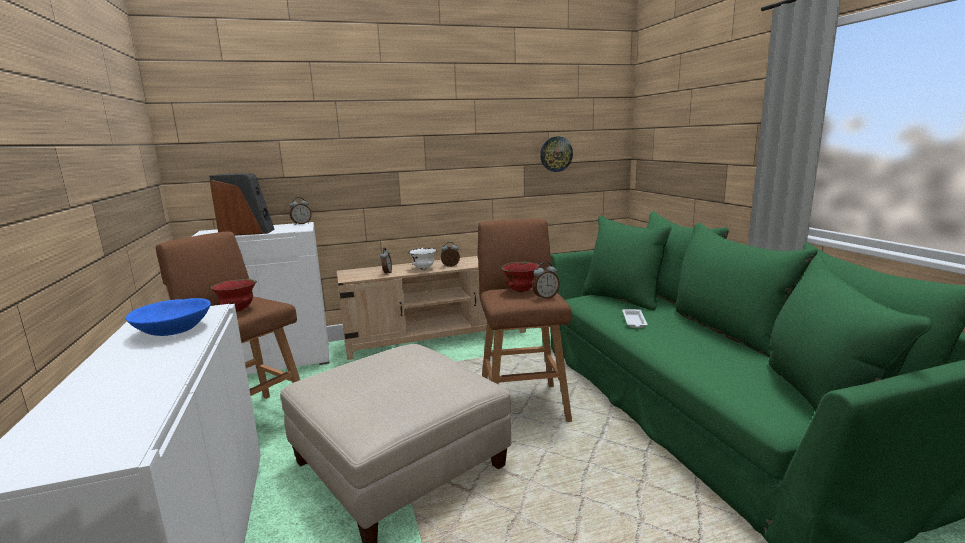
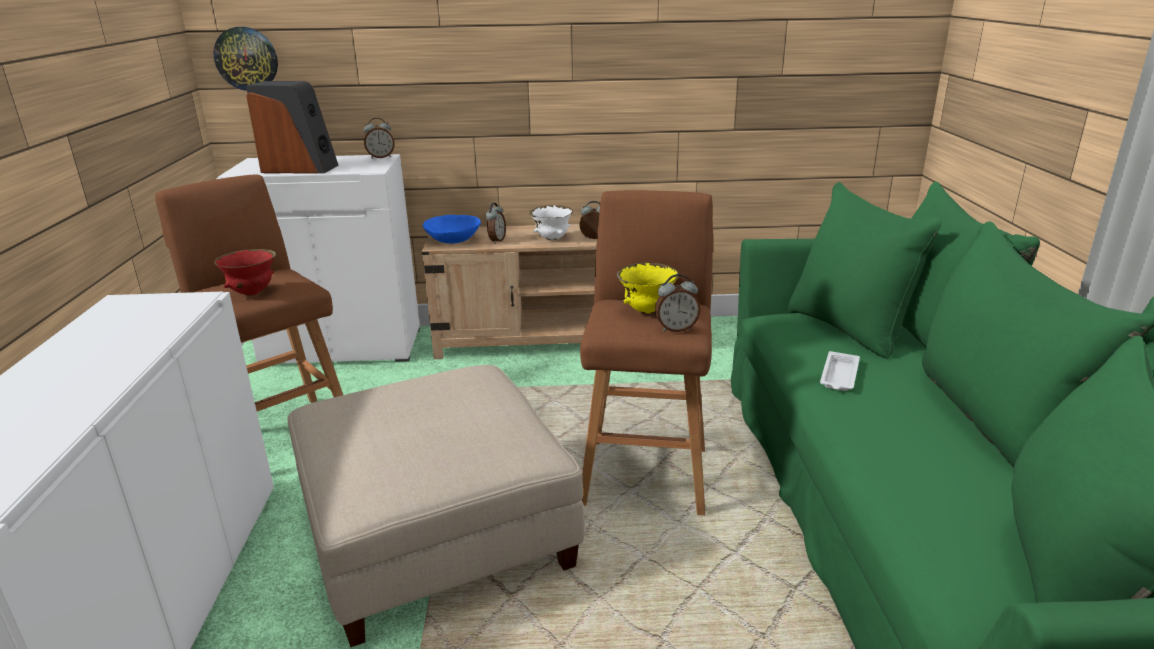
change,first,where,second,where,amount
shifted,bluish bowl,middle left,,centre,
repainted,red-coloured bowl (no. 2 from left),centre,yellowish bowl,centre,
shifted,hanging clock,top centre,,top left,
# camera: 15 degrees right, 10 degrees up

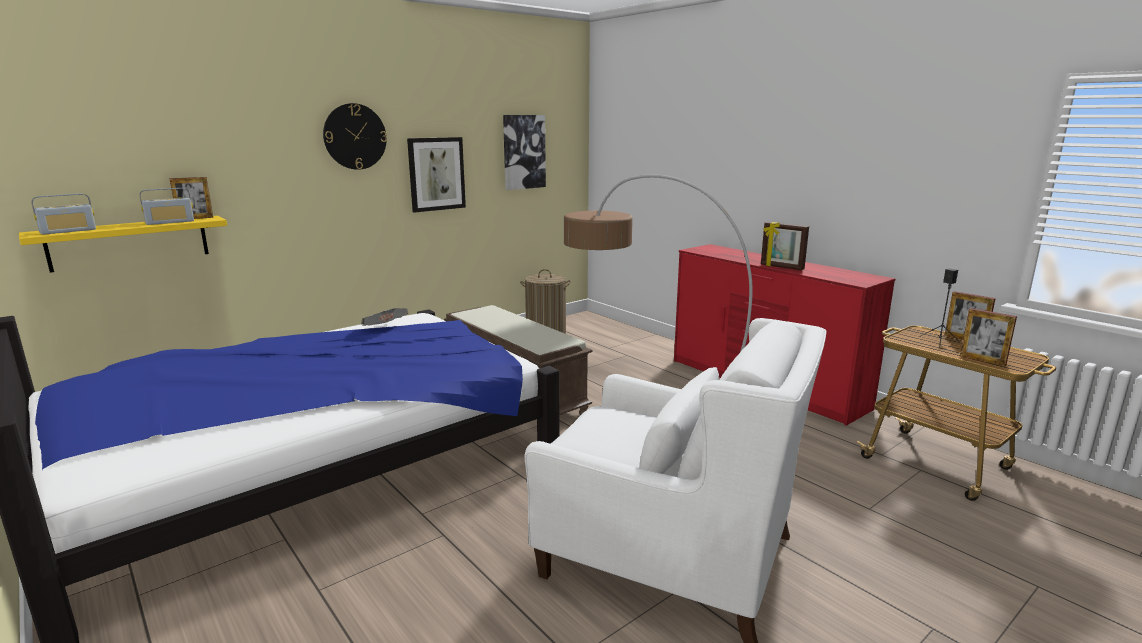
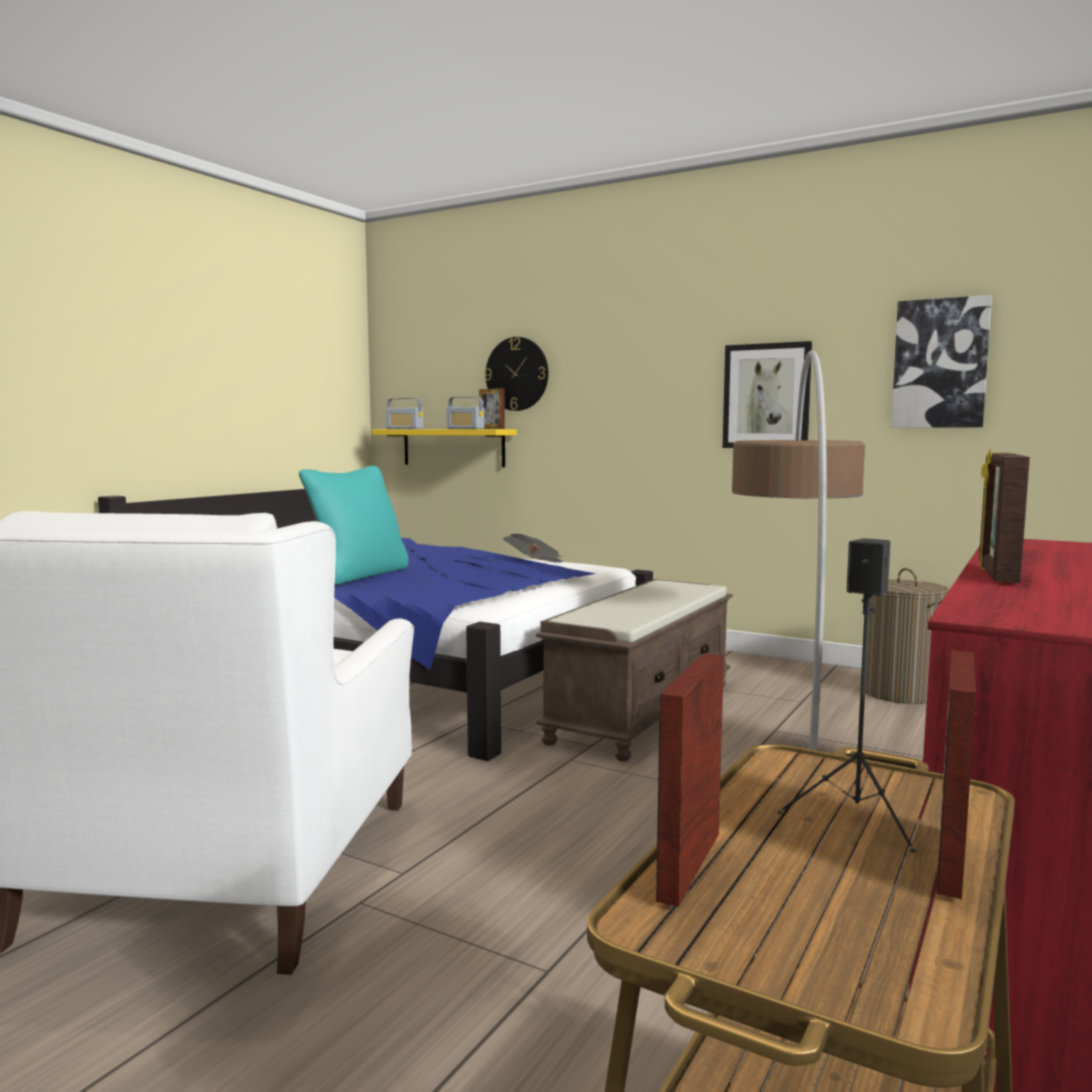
change,first,where,second,where,amount
shifted,hanging clock,top left,,centre,
new,,,turquoise-coloured throw pillow,middle left,
# camera: 70 degrees right, 10 degrees down

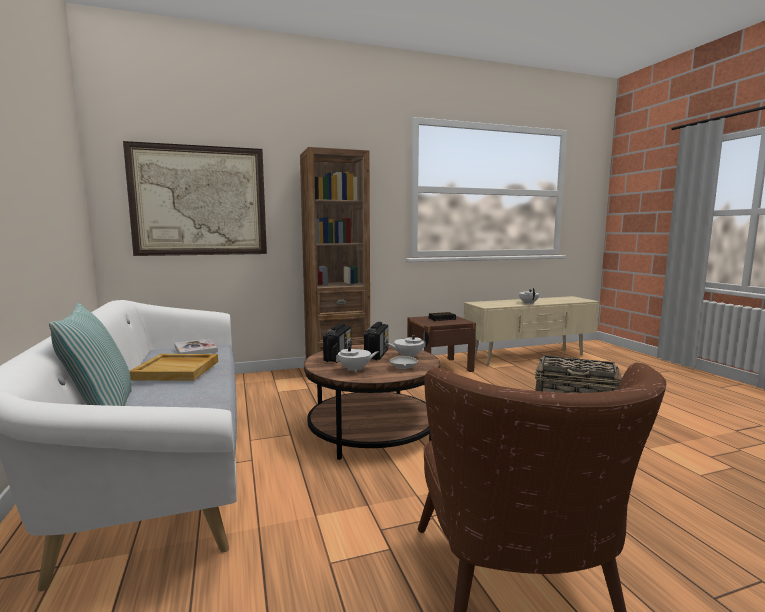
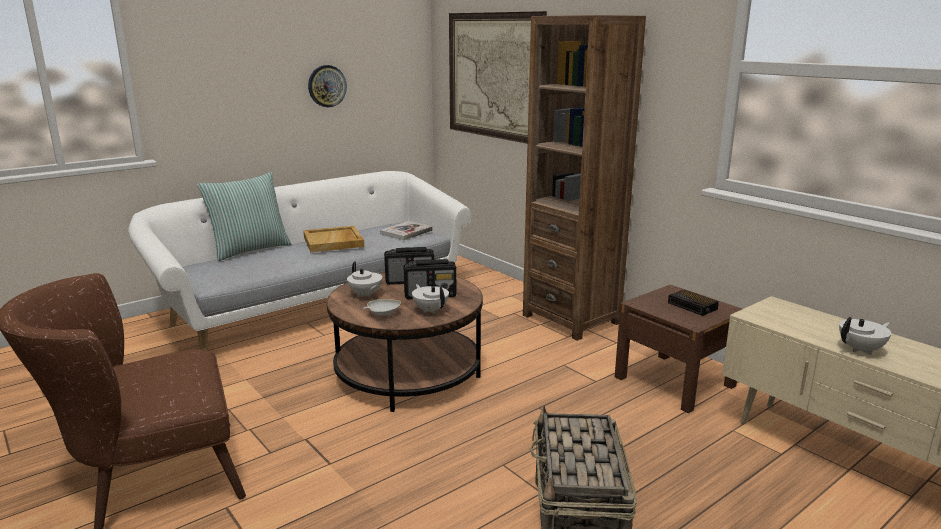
change,first,where,second,where,amount
new,,,hanging clock,top centre,
# camera: 70 degrees right, 10 degrees up

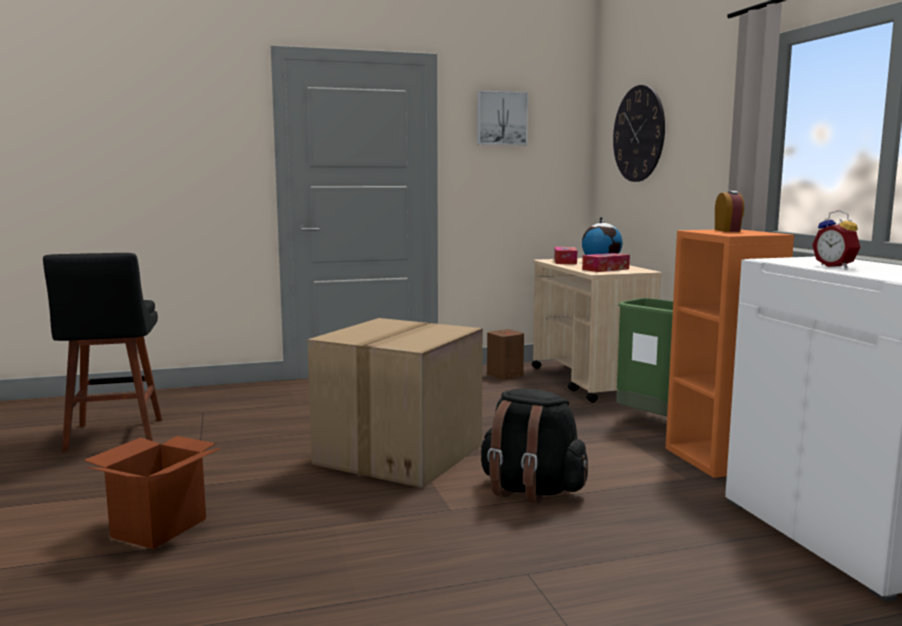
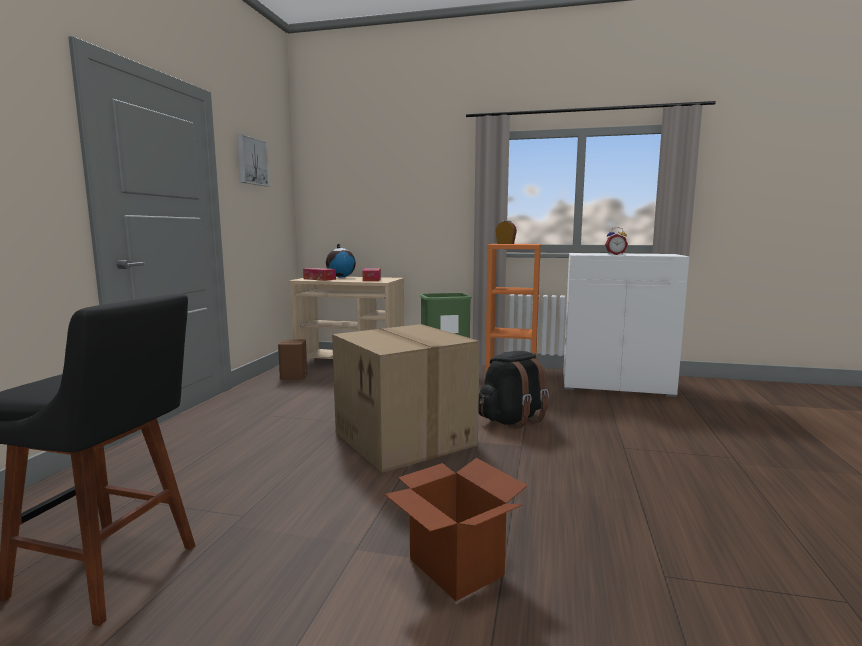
change,first,where,second,where,amount
gone,hanging clock,top right,,,
# camera: 60 degrees left, 0 degrees up

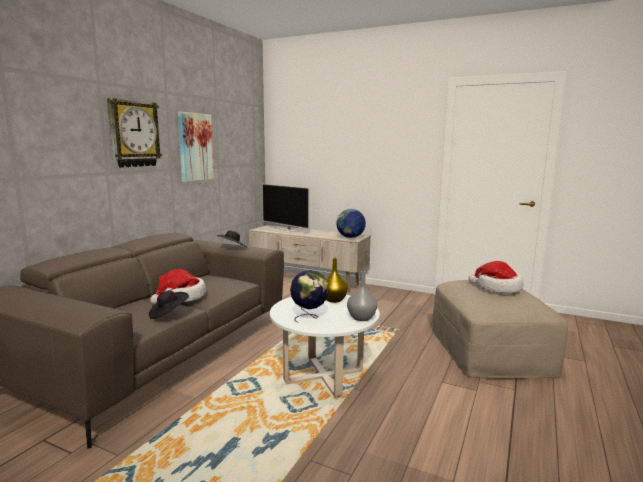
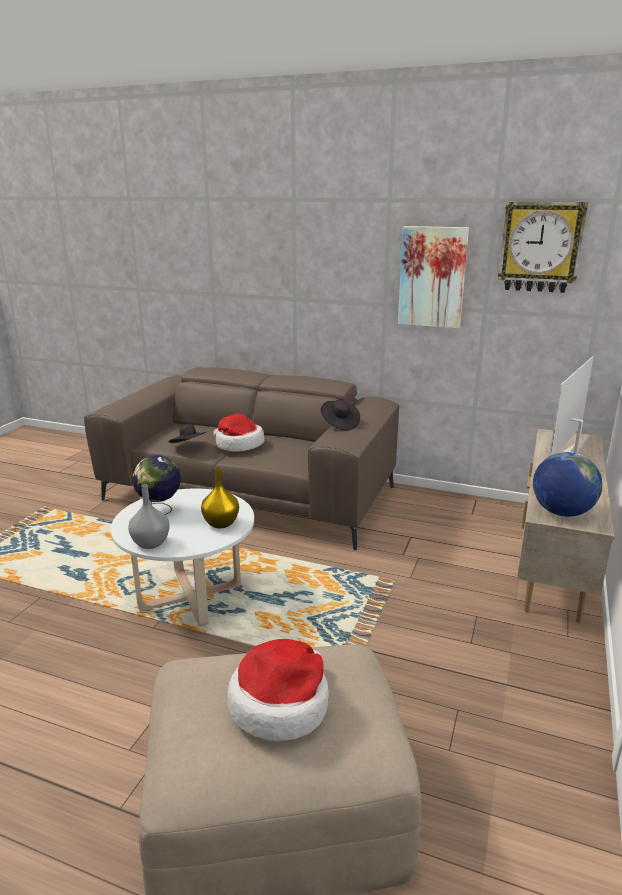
change,first,where,second,where,amount
shifted,hanging clock,top left,,top right,
# camera: 85 degrees right, 10 degrees up

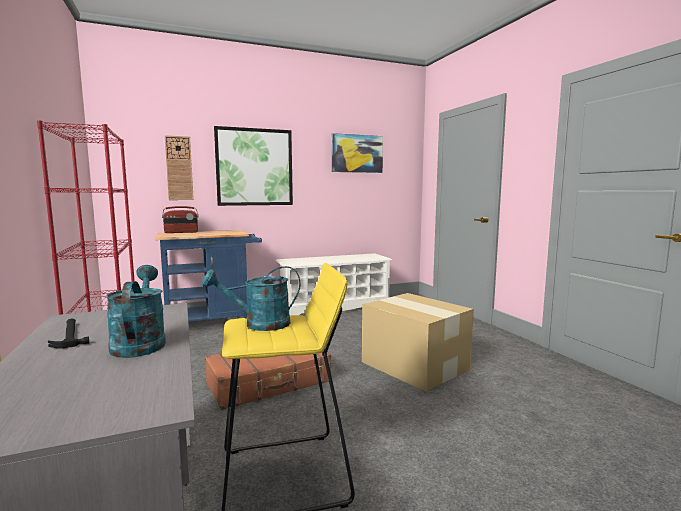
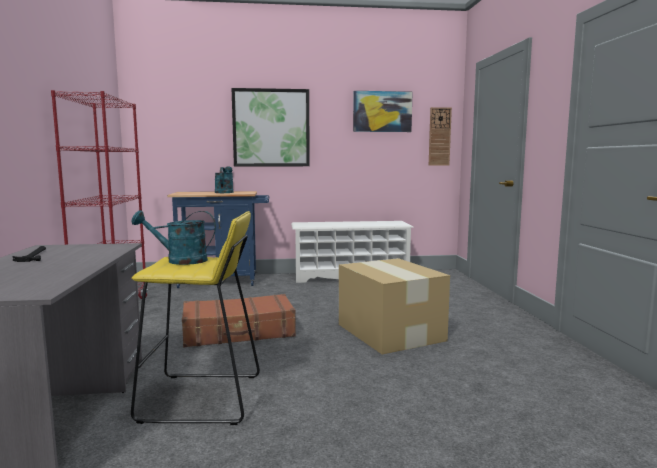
change,first,where,second,where,amount
shifted,turquoise-coloured sprinkling can (no. 1 from left in the first image),middle left,turquoise-coloured sprinkling can (no. 2 from left),centre,
gone,radio receiver,middle left,,,
shifted,hanging clock,top left,,top right,
# camera: 15 degrees right, 0 degrees up

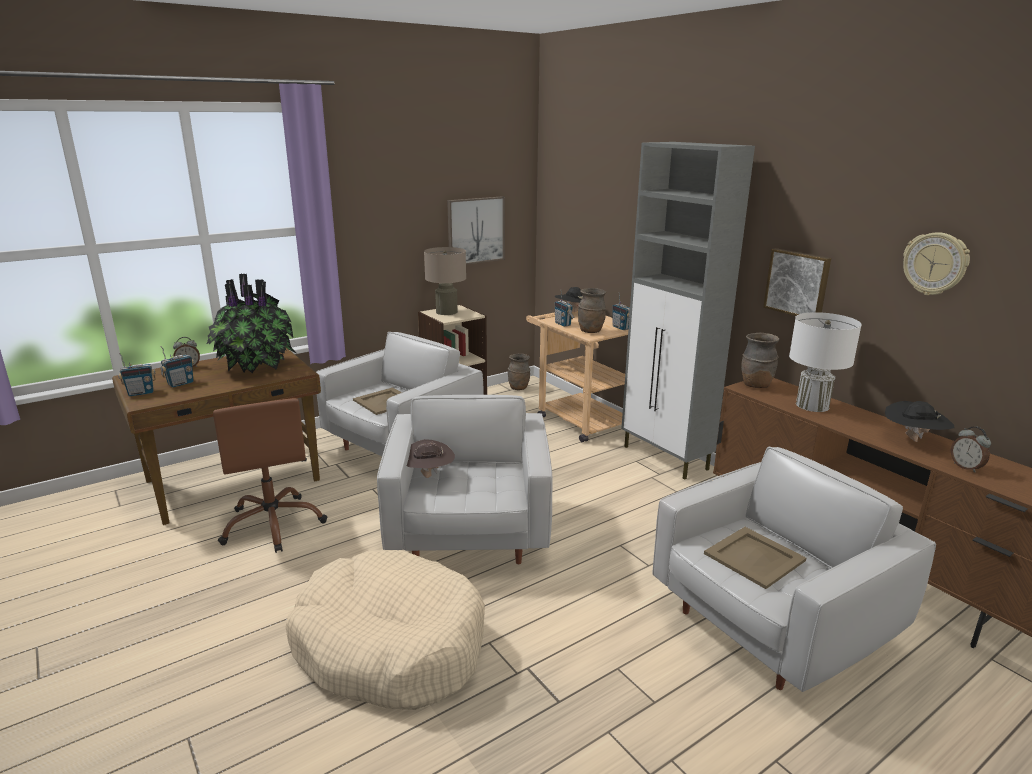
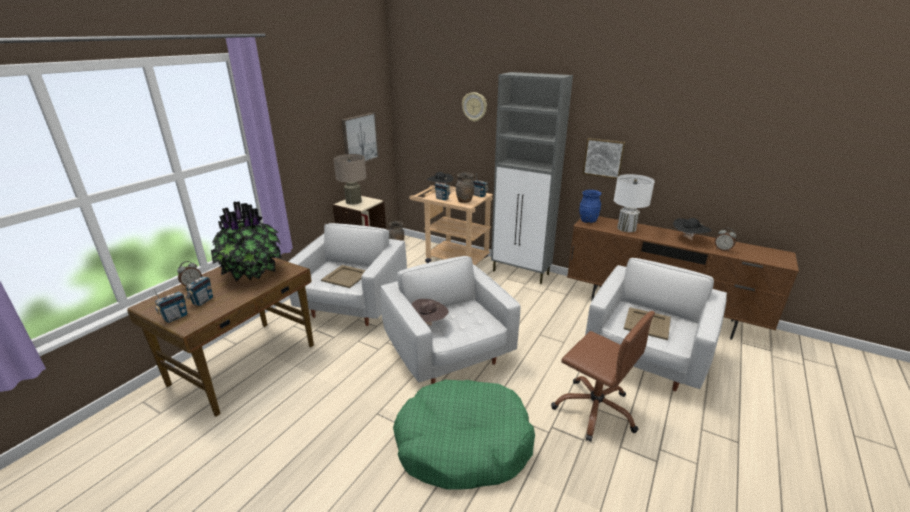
change,first,where,second,where,amount
shifted,brown desk chair,middle left,,bottom centre,
repainted,sand-coloured pet bed,bottom centre,green pet bed,bottom centre,
repainted,brown flower vase (no. 3 from left),middle right,bluish flower vase,centre,
shifted,hanging clock,middle right,,top centre,
# camera: 25 degrees left, 5 degrees up

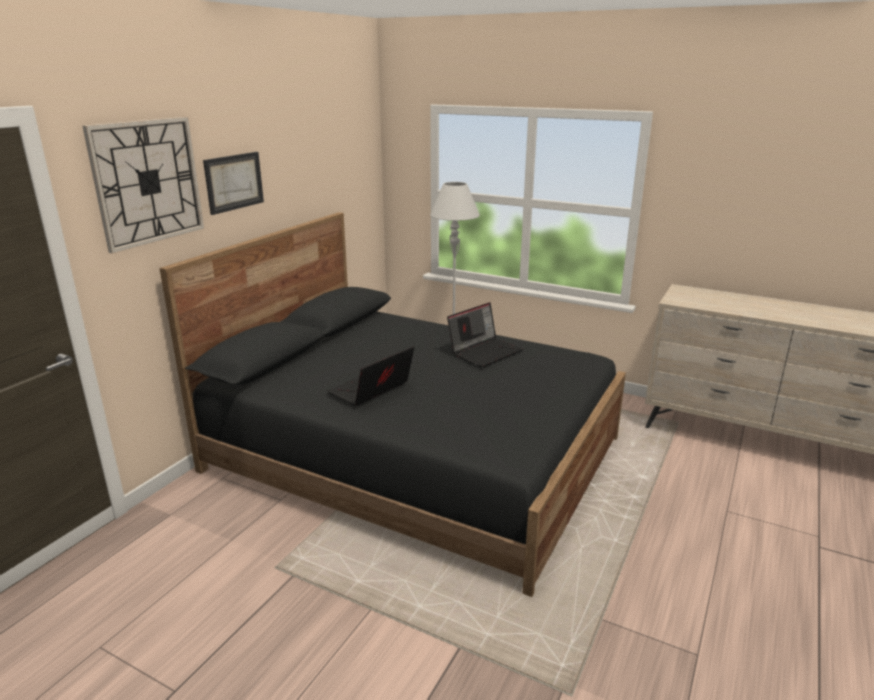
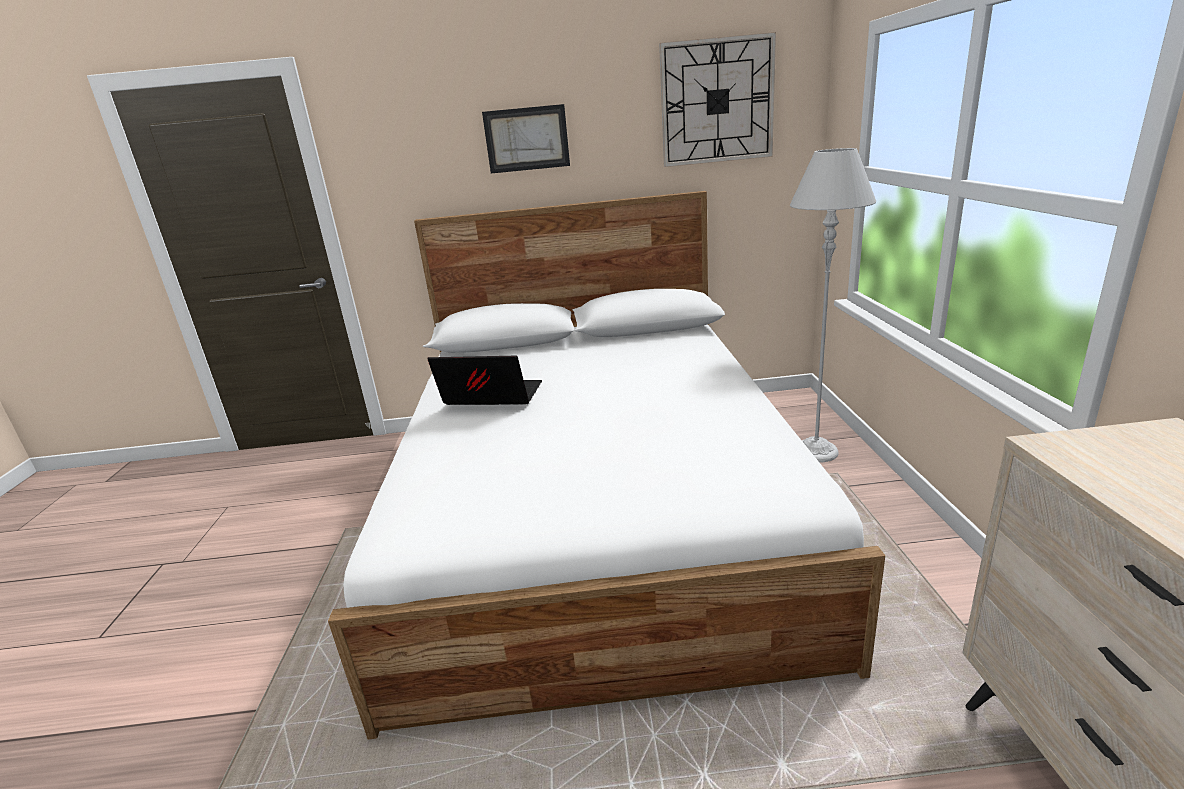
change,first,where,second,where,amount
shifted,hanging clock,top left,,top centre,
repainted,blackish sleeping bed,centre,white-coloured sleeping bed,centre,
gone,portable computer (no. 2 from left),centre,,,
# camera: 60 degrees right, 0 degrees up

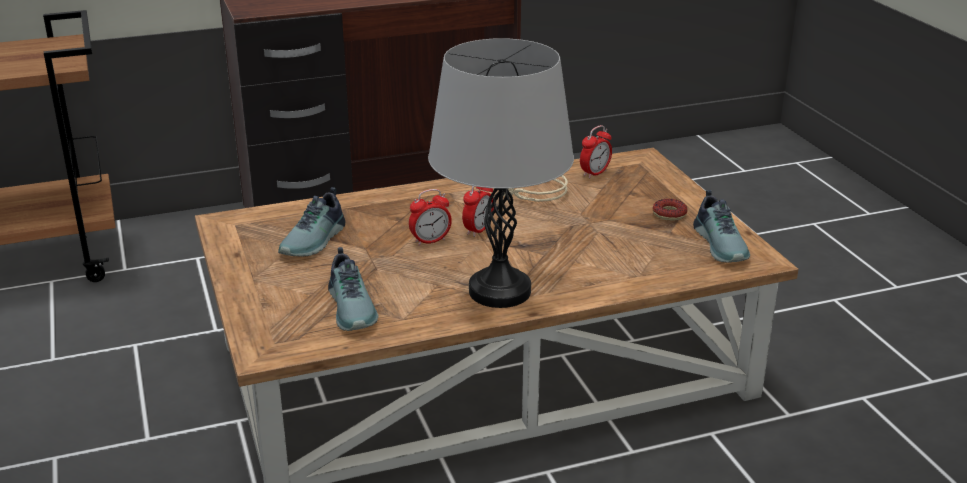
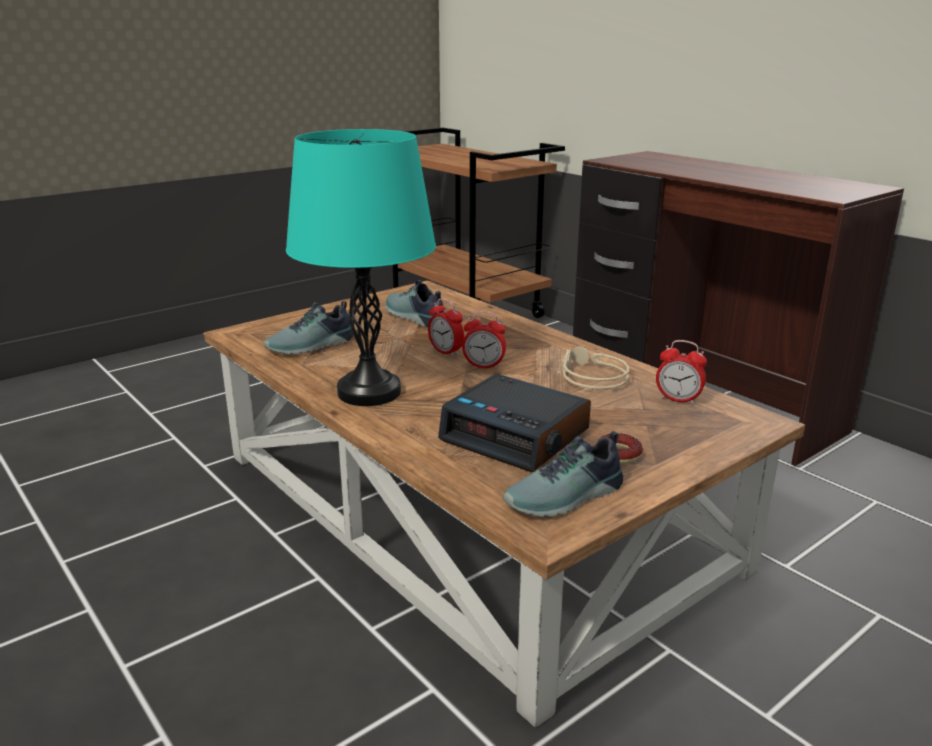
change,first,where,second,where,amount
rotated,item of footwear (no. 1 from left in the first image),middle left,item of footwear (no. 2 from left),centre,45 degrees clockwise
repainted,grey tabletop lamp,centre,turquoise-coloured tabletop lamp,centre,
new,,,alarm clock (no. 3 from left),centre,
# camera: 70 degrees right, 5 degrees down

